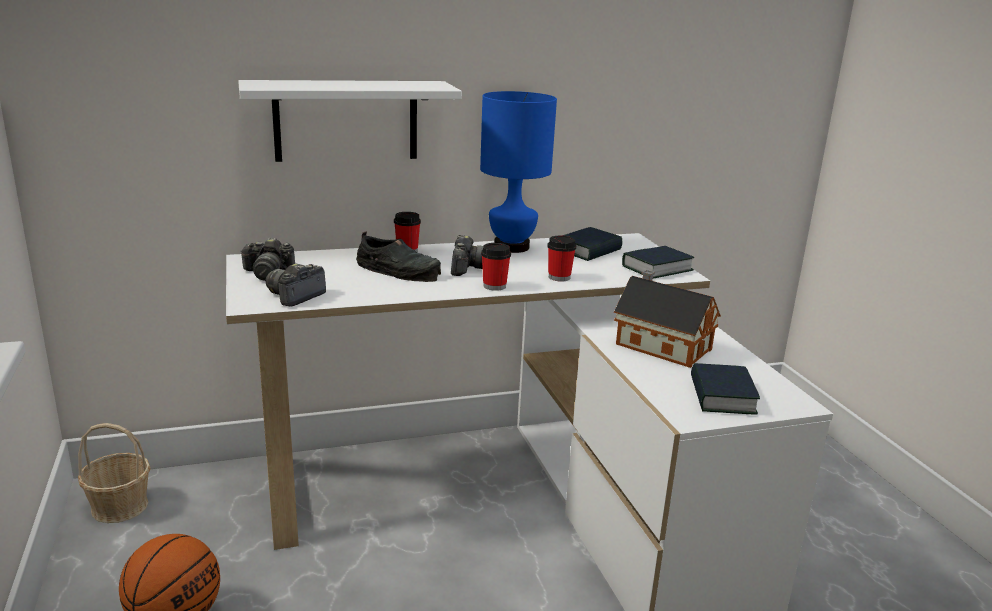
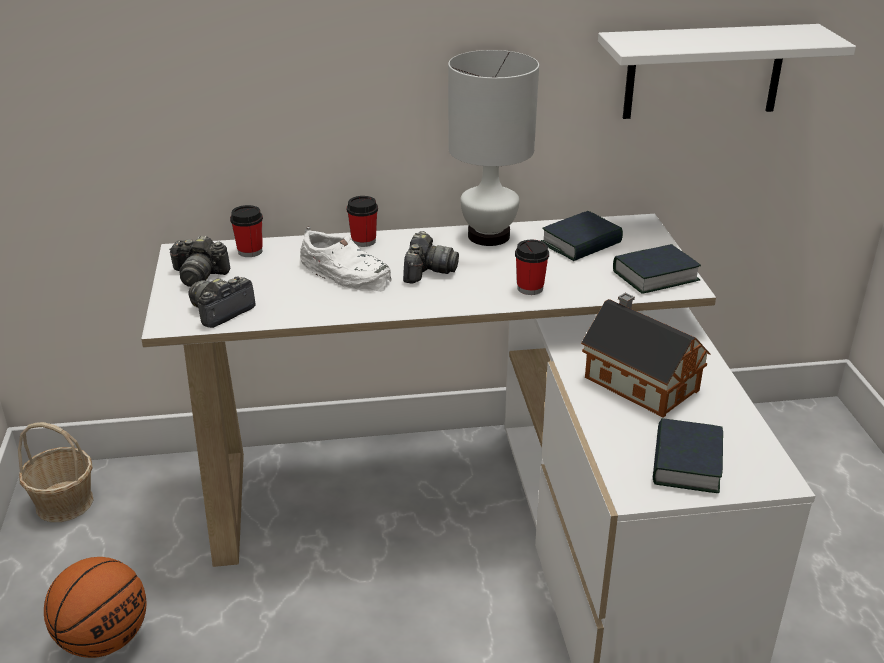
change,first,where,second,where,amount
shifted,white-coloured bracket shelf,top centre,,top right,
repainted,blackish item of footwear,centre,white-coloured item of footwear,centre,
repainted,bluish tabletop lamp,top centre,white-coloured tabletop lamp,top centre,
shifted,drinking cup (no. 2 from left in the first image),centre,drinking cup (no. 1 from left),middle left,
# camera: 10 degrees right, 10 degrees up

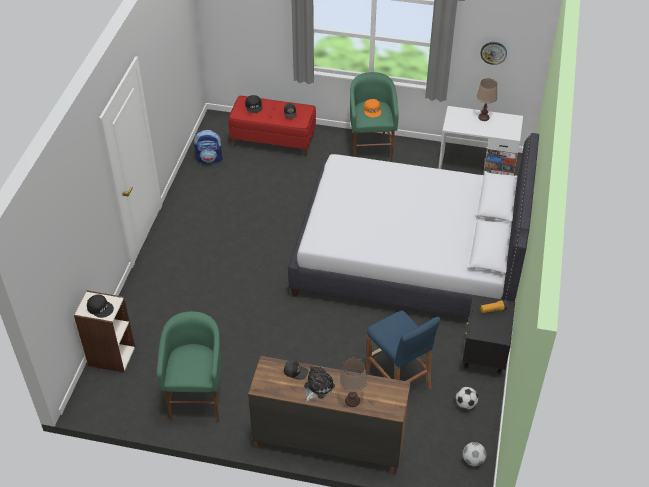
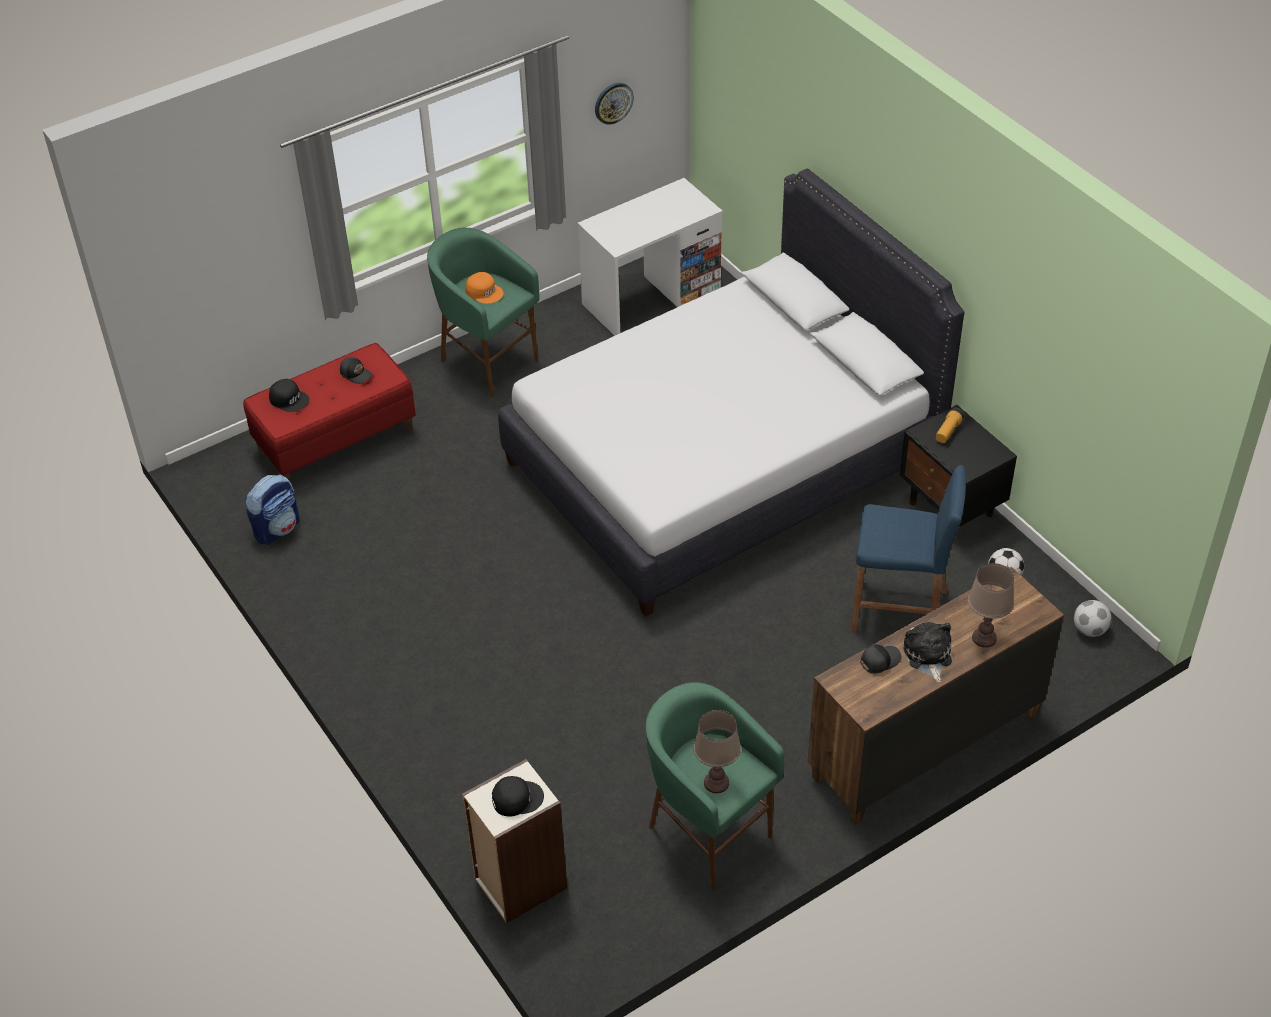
change,first,where,second,where,amount
shifted,brown tabletop lamp (no. 2 from left in the first image),top right,brown tabletop lamp (no. 1 from left),bottom centre,
# camera: 45 degrees left, 0 degrees up

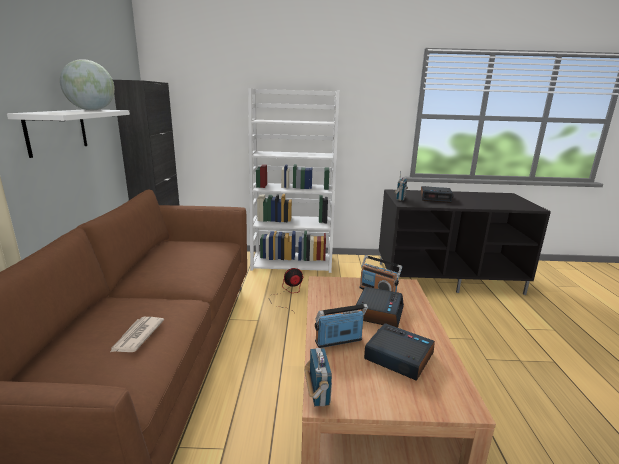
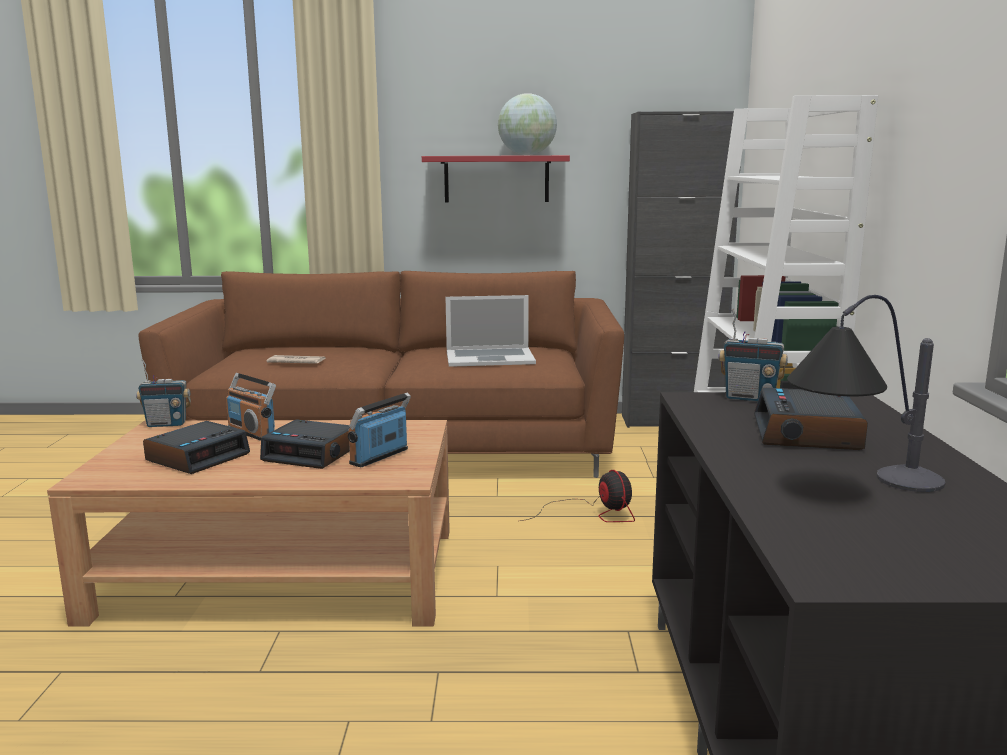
change,first,where,second,where,amount
repainted,white-coloured bracket shelf,top left,red-coloured bracket shelf,top centre,
rotated,radio receiver (no. 2 from left),bottom centre,,middle left,150 degrees clockwise
new,,,portable computer,centre,
new,,,tabletop lamp,middle right,
# camera: 90 degrees right, 5 degrees down

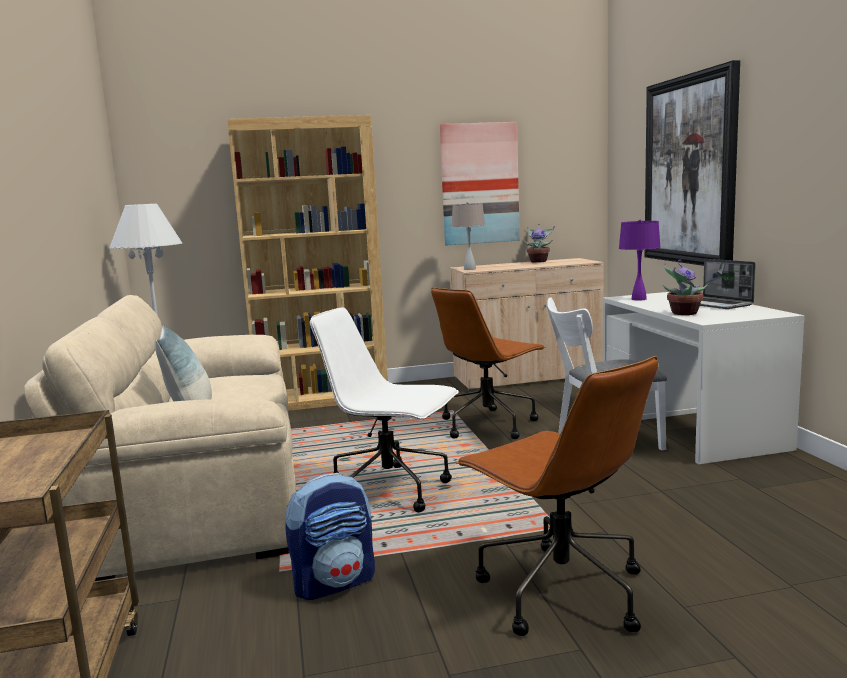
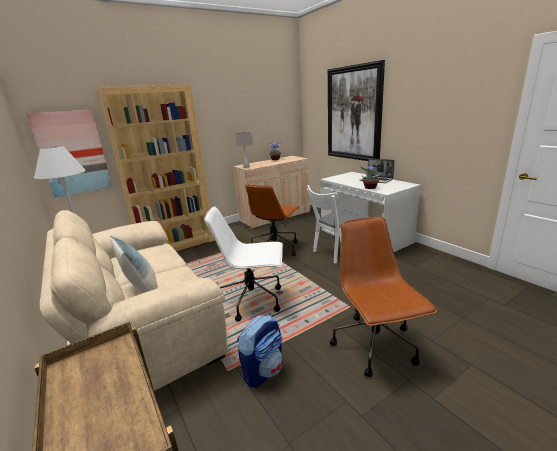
change,first,where,second,where,amount
shifted,wall art (no. 1 from left),top centre,,middle left,
rotated,brown desk chair (no. 2 from left),bottom centre,,middle right,135 degrees counterclockwise
gone,purplish tabletop lamp,middle right,,,
# camera: 20 degrees left, 10 degrees up

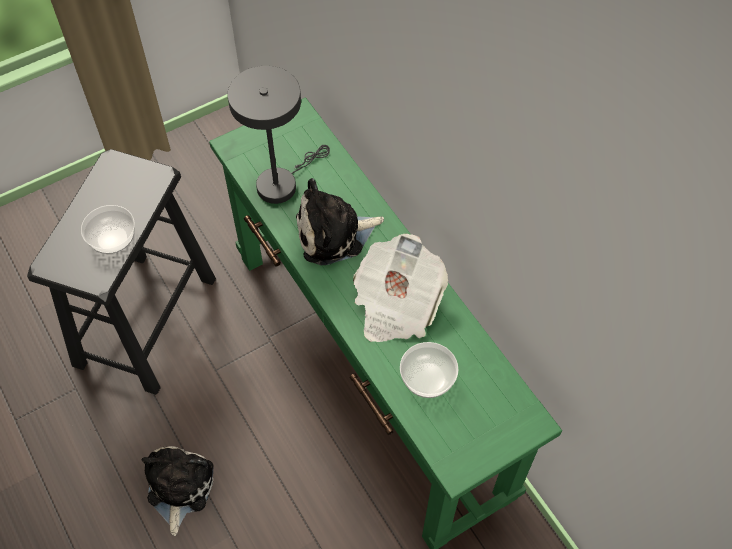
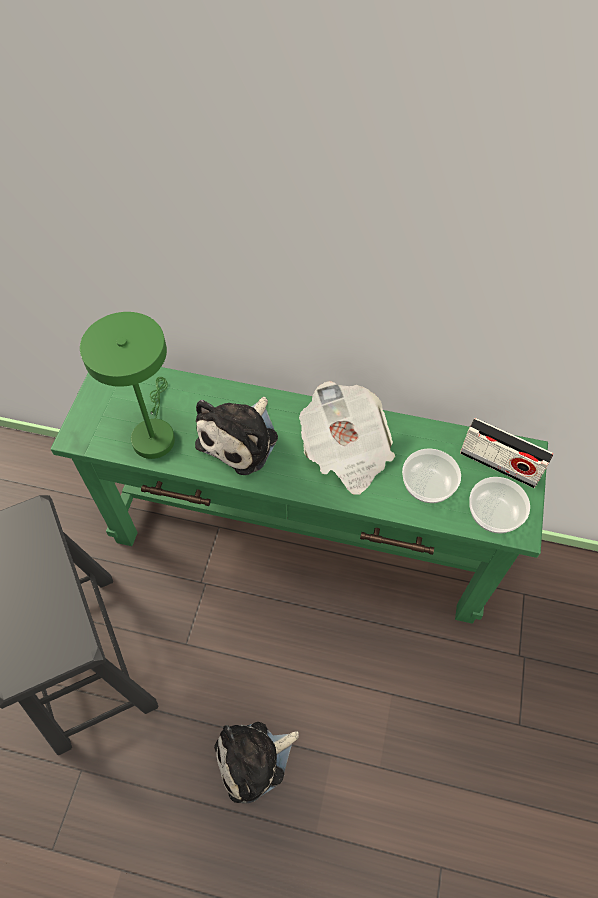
change,first,where,second,where,amount
shifted,bowl (no. 1 from left in the first image),middle left,bowl (no. 2 from left),middle right,
rotated,soft toy (no. 1 from left in the first image),bottom left,soft toy (no. 2 from left),bottom centre,75 degrees counterclockwise
repainted,grey tabletop lamp,top centre,green tabletop lamp,middle left,
new,,,radio receiver,middle right,
# camera: 45 degrees left, 0 degrees up

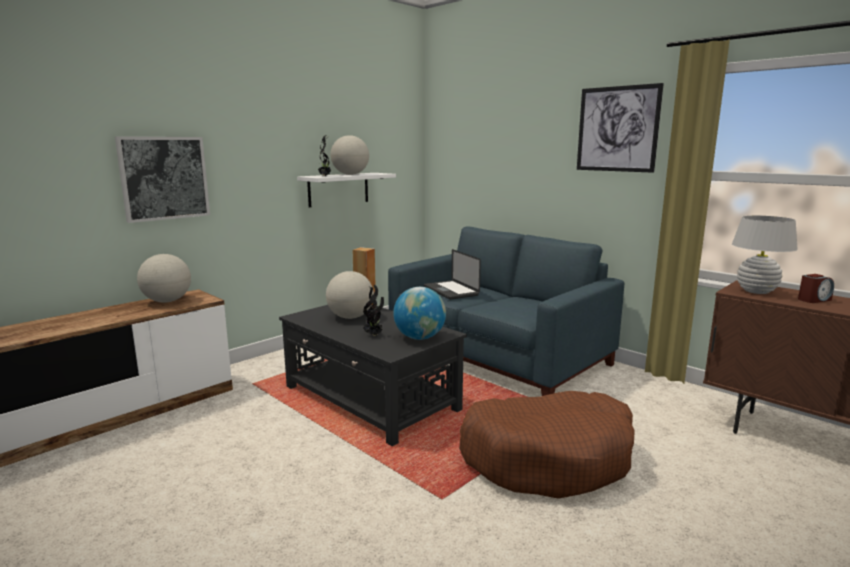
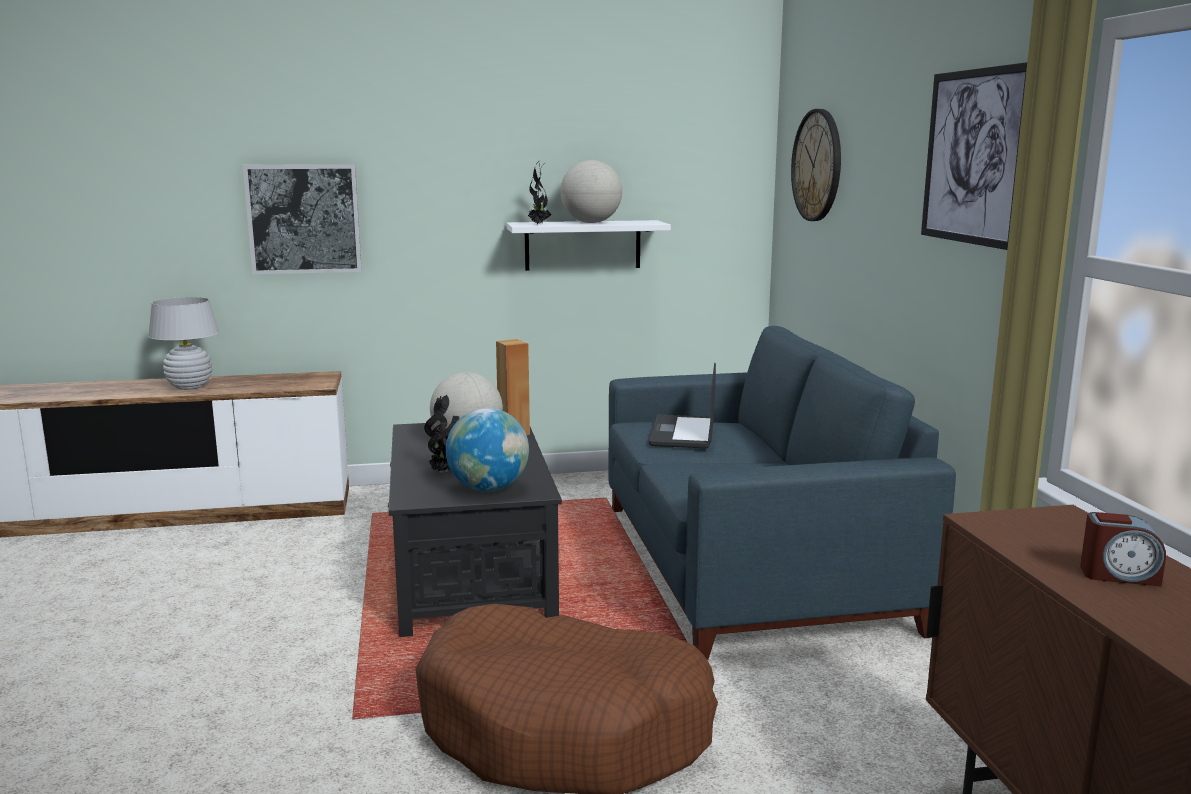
change,first,where,second,where,amount
gone,desk globe (no. 1 from left),middle left,,,
shifted,white-coloured tabletop lamp,middle right,,middle left,
new,,,hanging clock,top right,
# camera: 35 degrees right, 0 degrees up

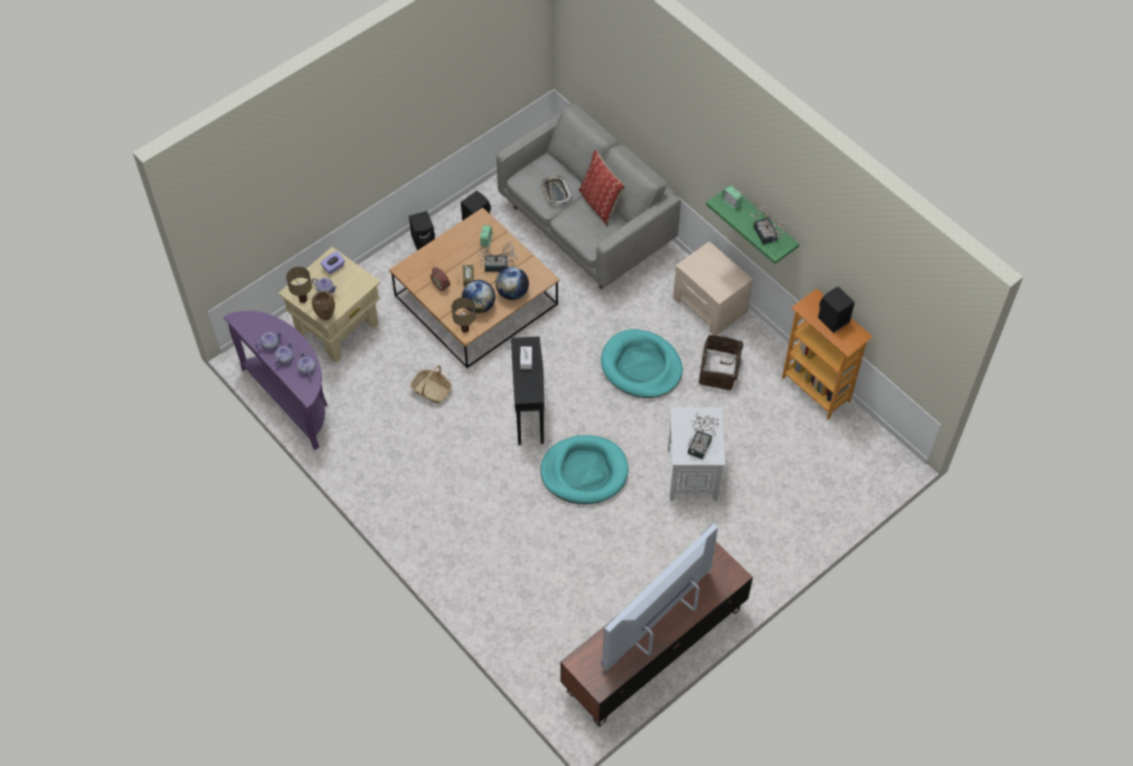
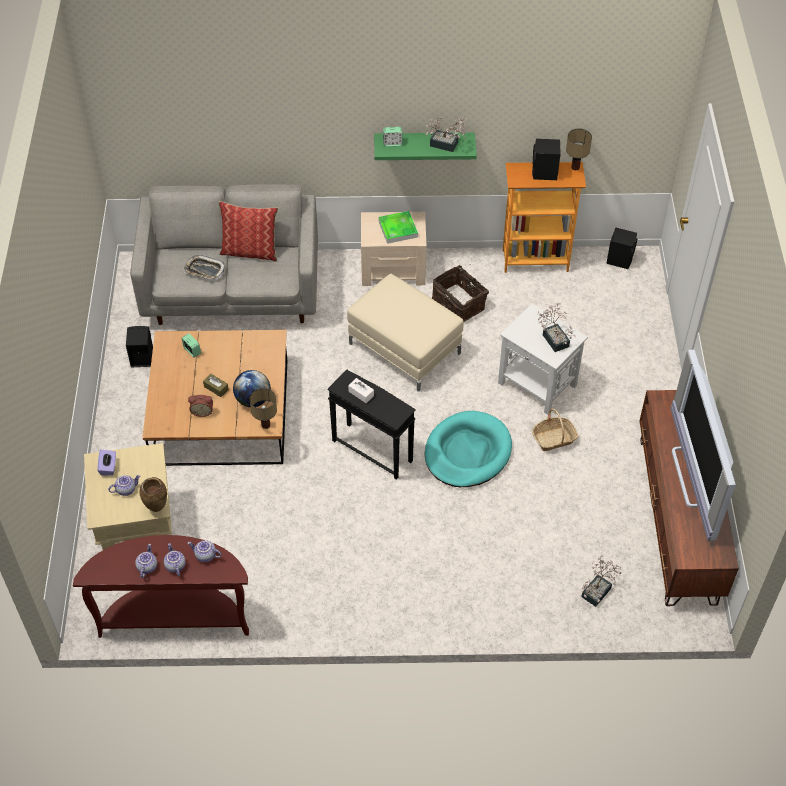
change,first,where,second,where,amount
repainted,purplish narrow table,middle left,brown narrow table,bottom left,
shifted,tabletop lamp (no. 1 from left in the first image),middle left,tabletop lamp (no. 2 from left),top right,
shifted,blackish audio speaker (no. 1 from left in the first image),top centre,blackish audio speaker (no. 3 from left),top right,
shifted,household basket (no. 1 from left in the first image),centre,household basket (no. 2 from left),middle right,
shifted,plant in a pot (no. 1 from left in the first image),centre,plant in a pot (no. 3 from left),bottom right,
gone,desk globe (no. 2 from left),centre,,,
swapped,turquoise-coloured pet bed (no. 2 from left),centre,sand-coloured pouffe,centre,
new,,,carrying tray (no. 2 from left),top centre,
# camera: 50 degrees left, 5 degrees down

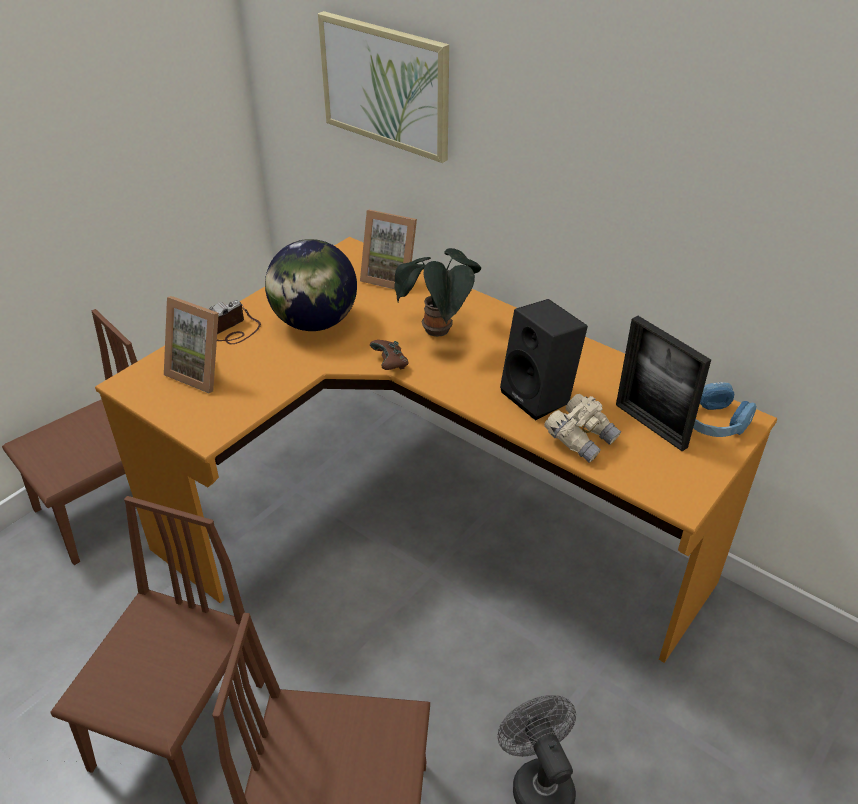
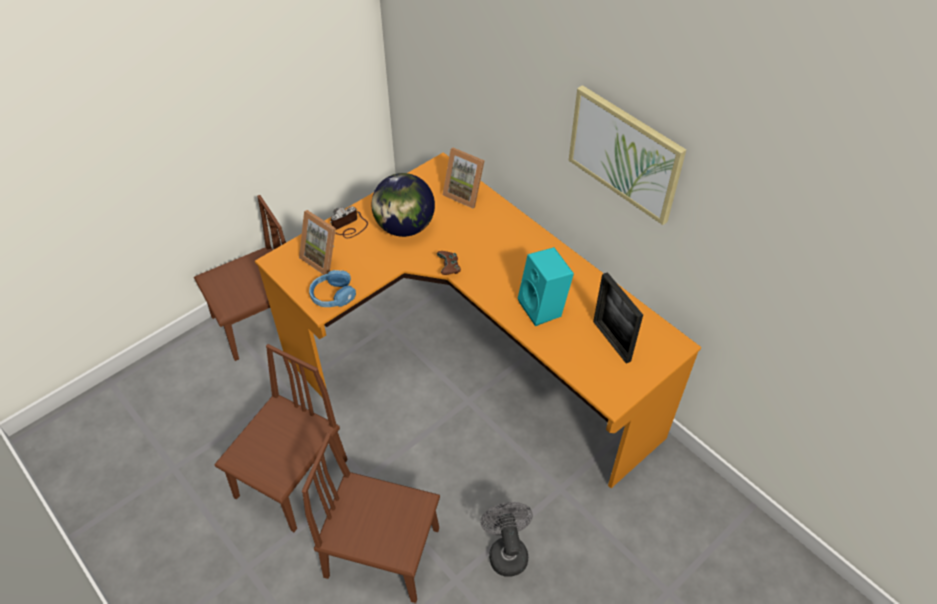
change,first,where,second,where,amount
shifted,wall art,top centre,,top right,
gone,plant in a pot,centre,,,
repainted,blackish audio speaker,centre,turquoise-coloured audio speaker,centre,
gone,sand-coloured binoculars,middle right,,,
shifted,bluish pair of headphones,middle right,,centre,
# camera: 10 degrees right, 10 degrees up

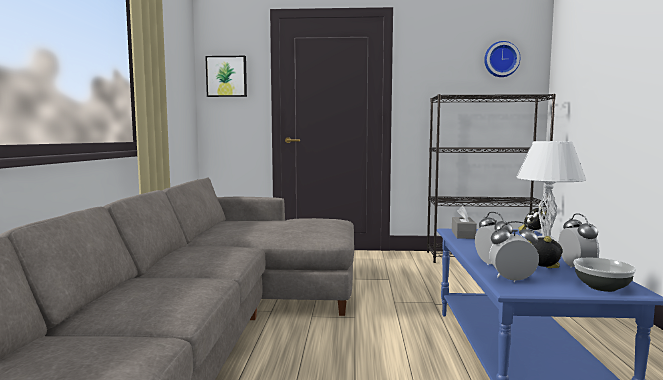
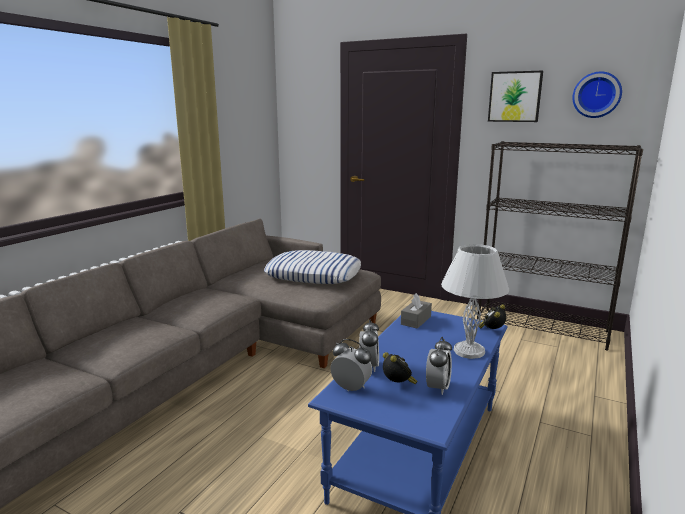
change,first,where,second,where,amount
shifted,wall art,top centre,,top right,
gone,bowl,bottom right,,,
new,,,throw pillow,centre,
# camera: 25 degrees right, 10 degrees up

